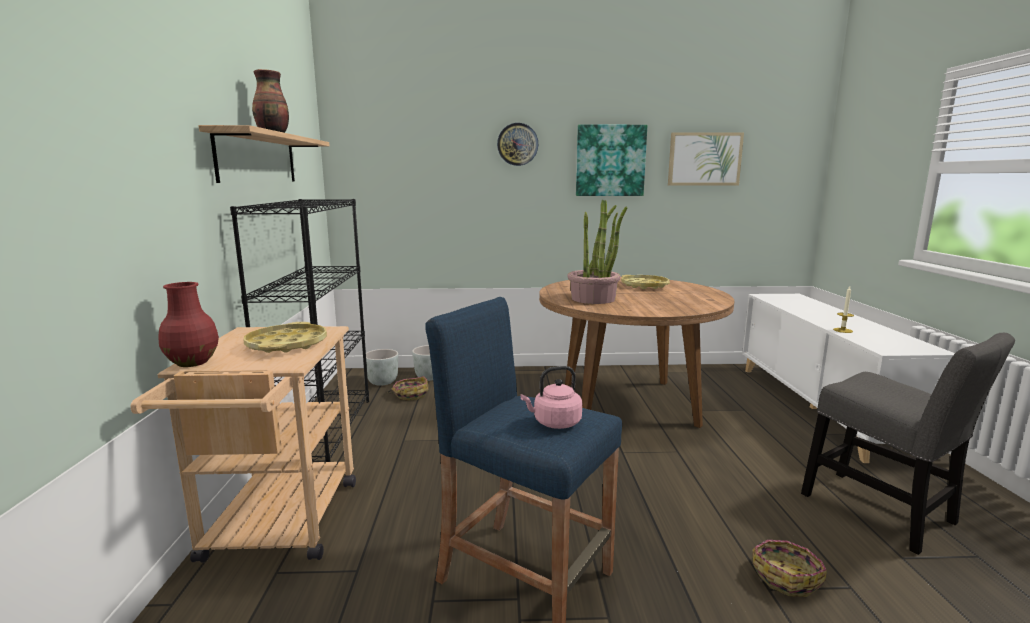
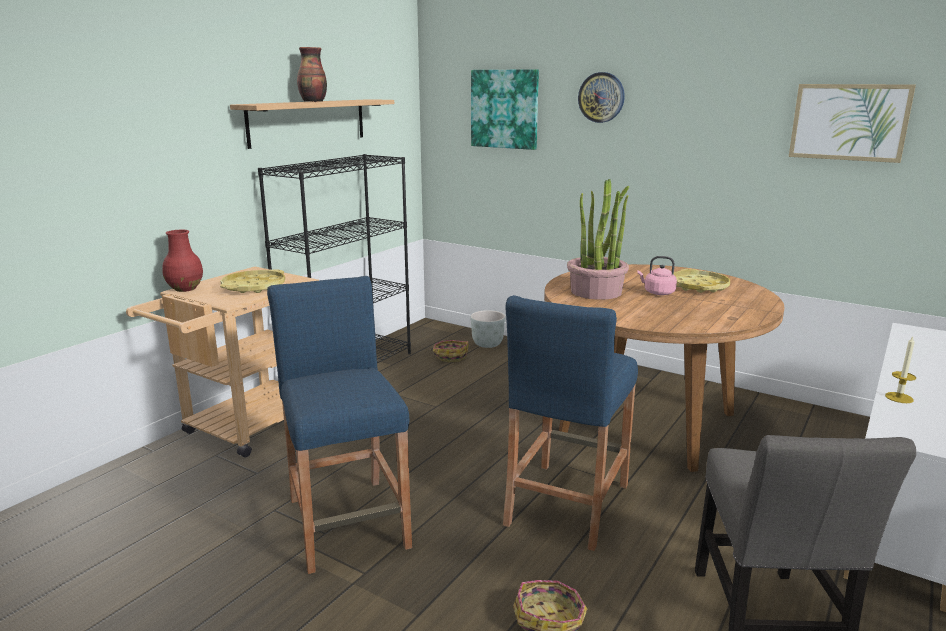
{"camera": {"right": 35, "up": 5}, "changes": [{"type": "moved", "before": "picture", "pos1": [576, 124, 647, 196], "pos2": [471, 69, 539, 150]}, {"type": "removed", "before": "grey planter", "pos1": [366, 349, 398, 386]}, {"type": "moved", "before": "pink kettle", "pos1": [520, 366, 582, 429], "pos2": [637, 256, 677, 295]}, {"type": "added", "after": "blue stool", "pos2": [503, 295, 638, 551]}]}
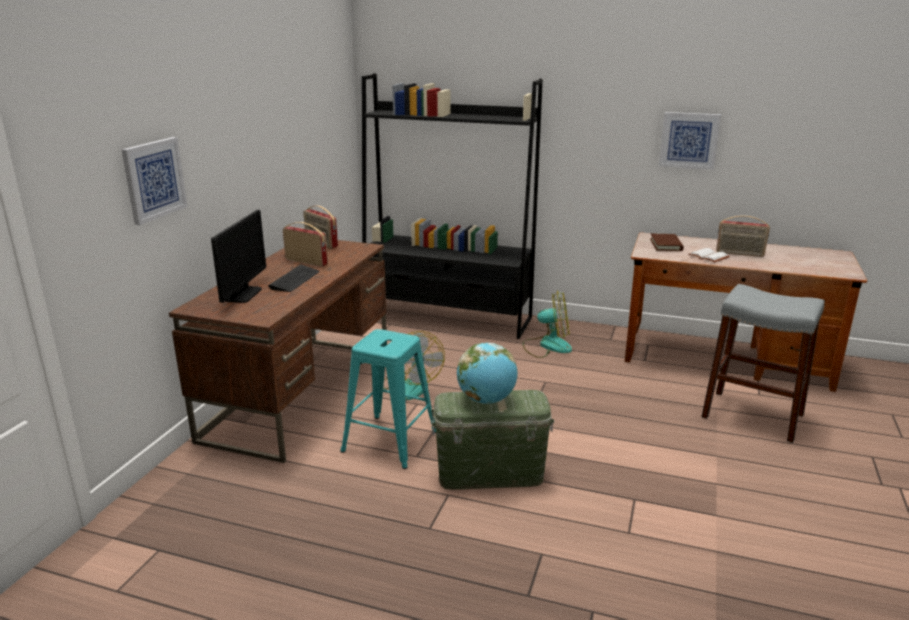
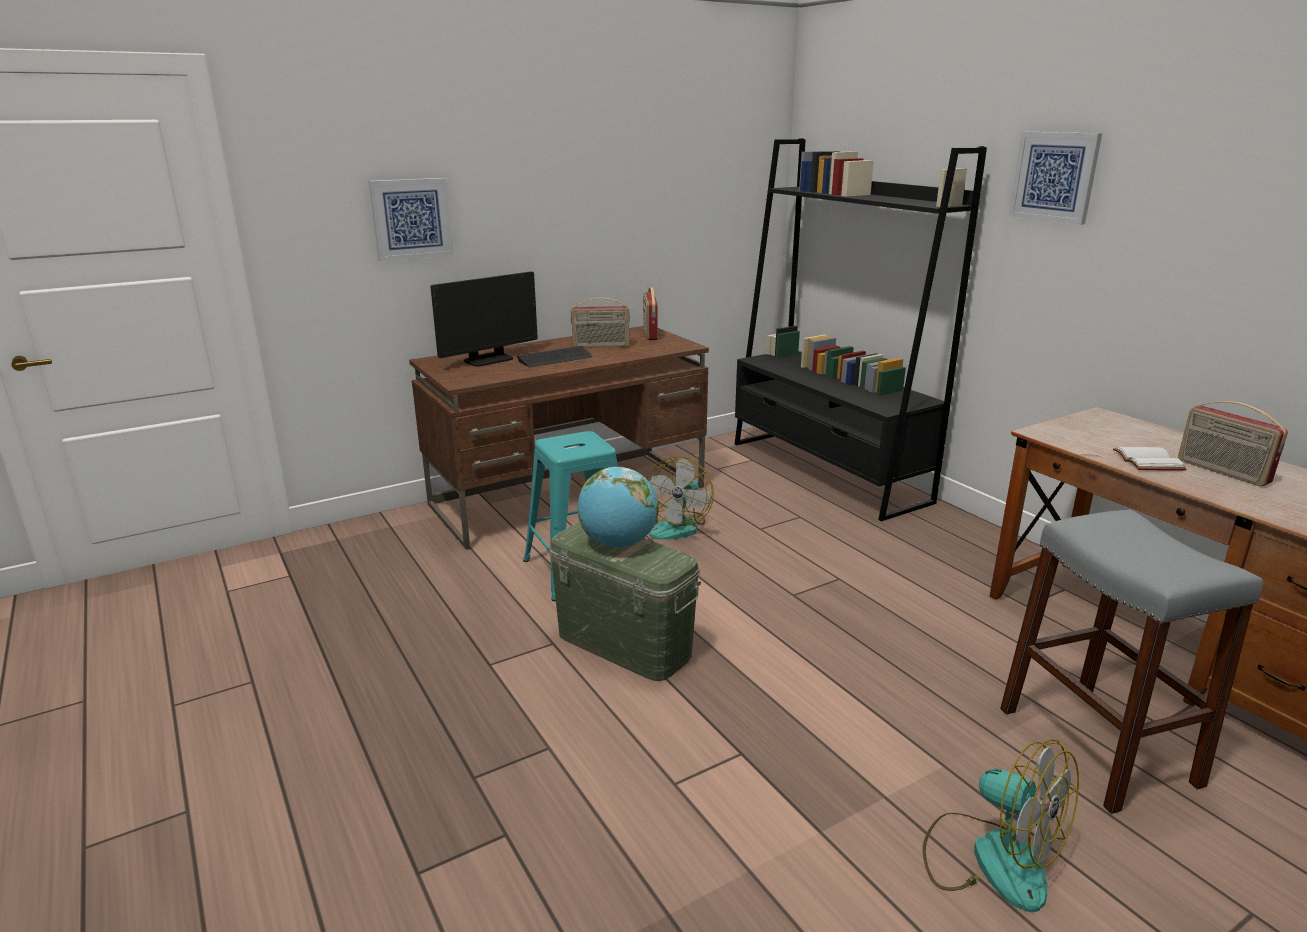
{"camera": {"right": 40, "up": 0}, "changes": [{"type": "moved", "before": "picture", "pos1": [659, 112, 721, 170], "pos2": [1009, 132, 1102, 225]}, {"type": "turned", "before": "radio", "pos1": [283, 222, 328, 267], "pos2": [571, 298, 630, 348], "turn": 105}, {"type": "removed", "before": "brown book", "pos1": [650, 234, 684, 251]}, {"type": "moved", "before": "fan", "pos1": [523, 290, 572, 358], "pos2": [922, 739, 1079, 912]}]}
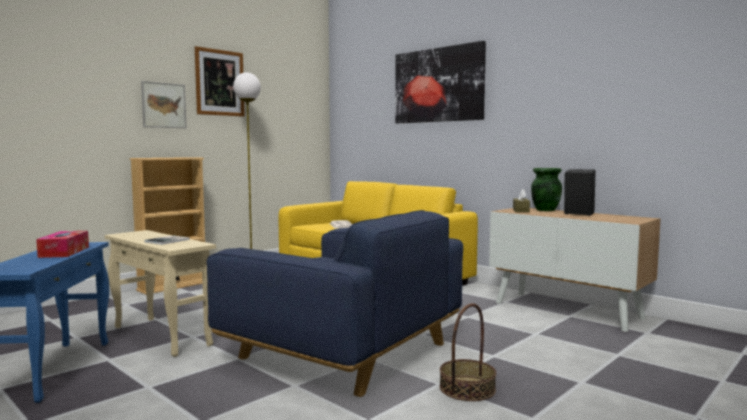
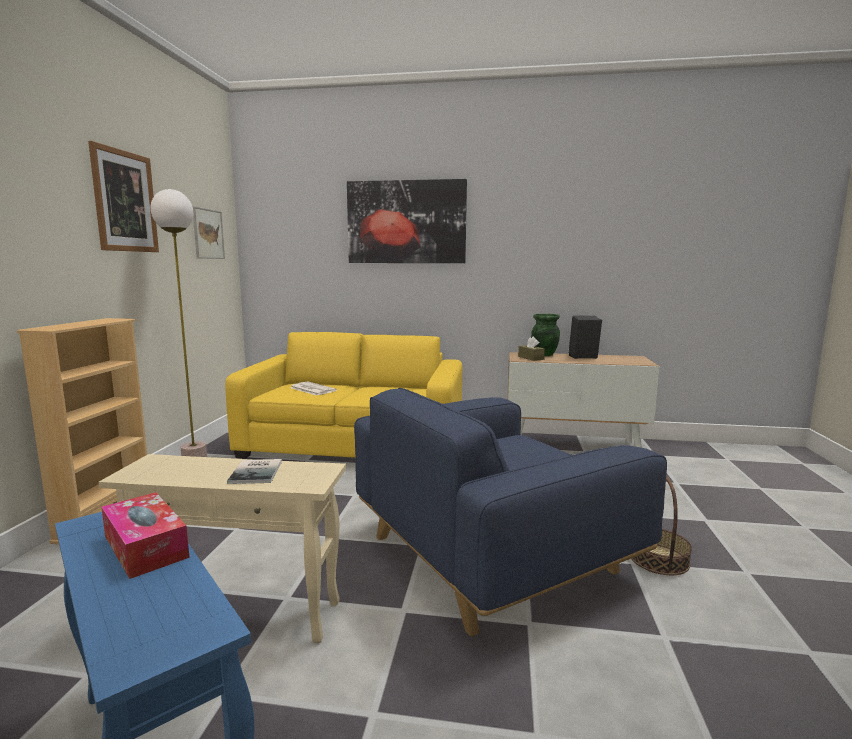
{"camera": {"right": -35, "up": 5}, "changes": [{"type": "moved", "before": "picture", "pos1": [141, 81, 187, 128], "pos2": [193, 206, 225, 259]}, {"type": "turned", "before": "blue armchair", "pos1": [207, 210, 463, 397], "pos2": [354, 388, 667, 636], "turn": 150}]}
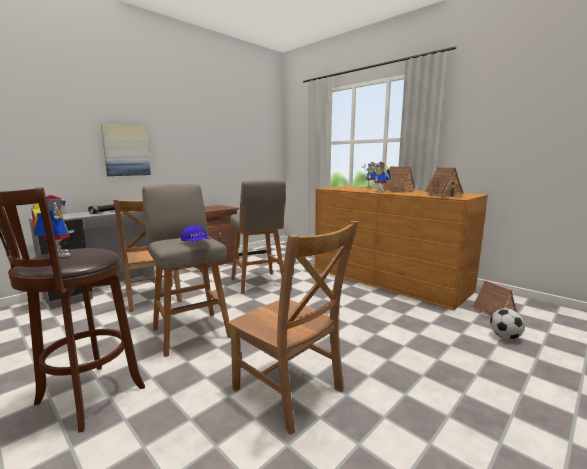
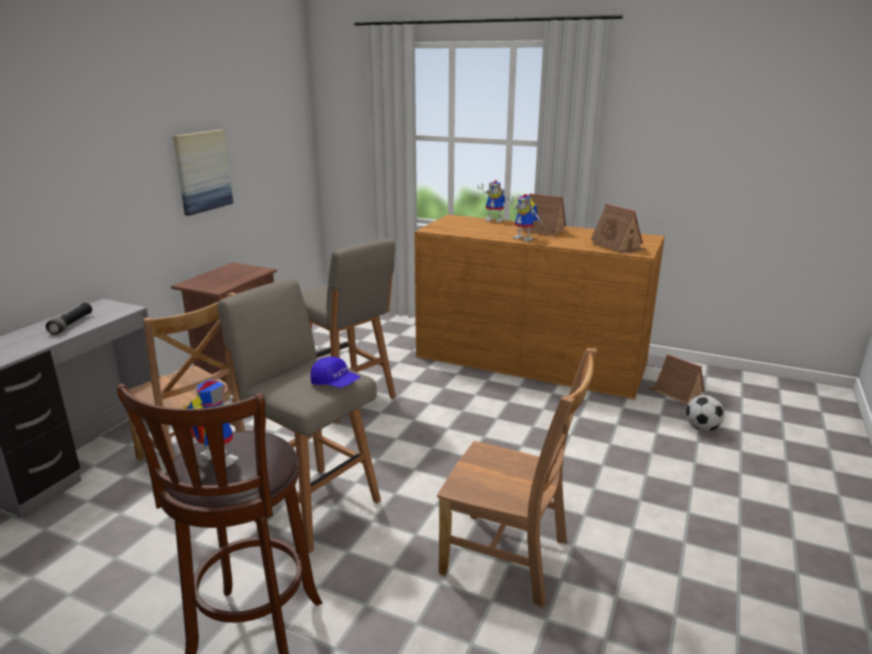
{"camera": {"right": -20, "up": 10}, "changes": [{"type": "moved", "before": "picture", "pos1": [101, 124, 151, 176], "pos2": [173, 130, 233, 216]}]}
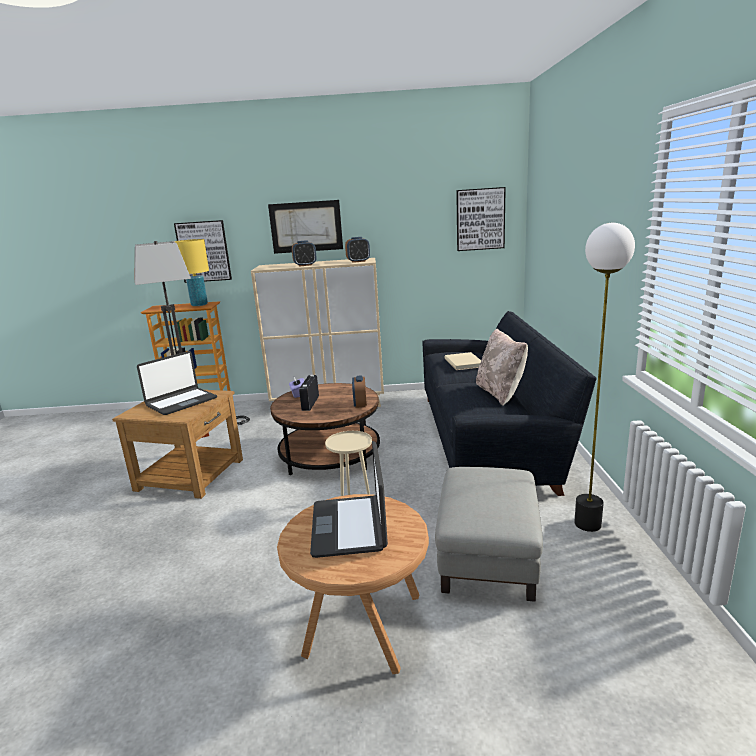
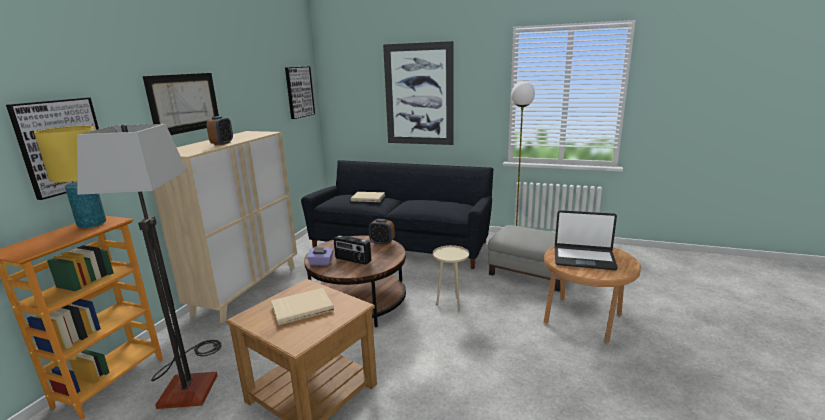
{"camera": {"right": -70, "up": 0}, "changes": [{"type": "removed", "before": "alarm clock", "pos1": [345, 237, 370, 263]}, {"type": "removed", "before": "beige pillow", "pos1": [476, 329, 528, 406]}, {"type": "replaced", "before": "laptop", "after": "beige book", "pos1": [137, 351, 217, 415], "pos2": [271, 288, 334, 326]}, {"type": "added", "after": "picture", "pos2": [383, 41, 454, 145]}]}
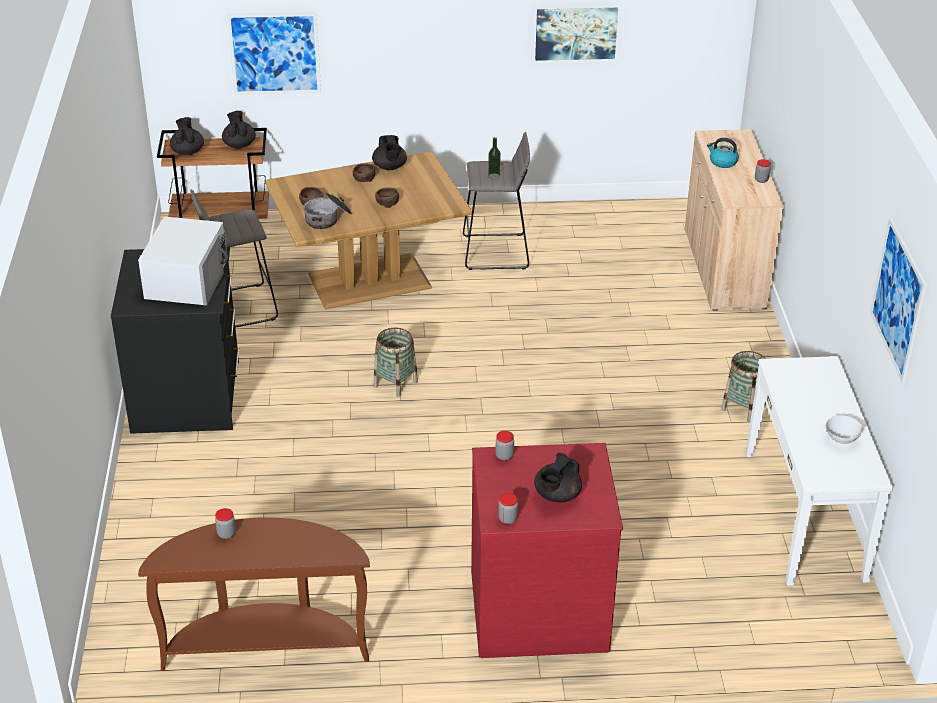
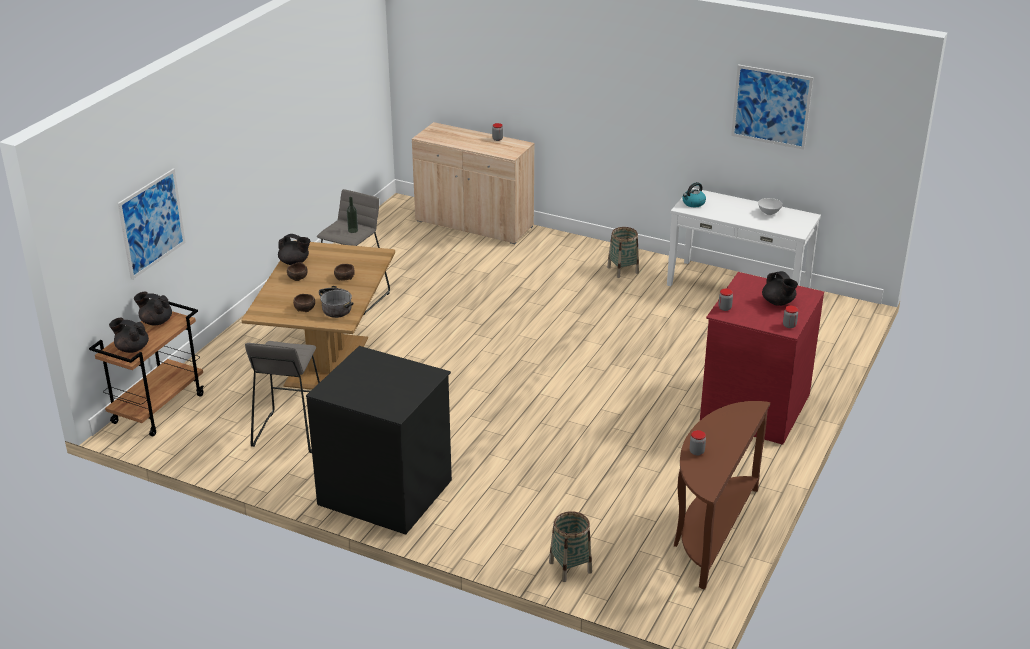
{"camera": {"right": -60, "up": -5}, "changes": [{"type": "removed", "before": "picture", "pos1": [535, 8, 618, 61]}, {"type": "moved", "before": "kettle", "pos1": [707, 138, 739, 168], "pos2": [682, 182, 706, 207]}, {"type": "removed", "before": "white microwave", "pos1": [138, 216, 228, 306]}, {"type": "moved", "before": "basket", "pos1": [374, 328, 418, 398], "pos2": [549, 511, 592, 582]}]}
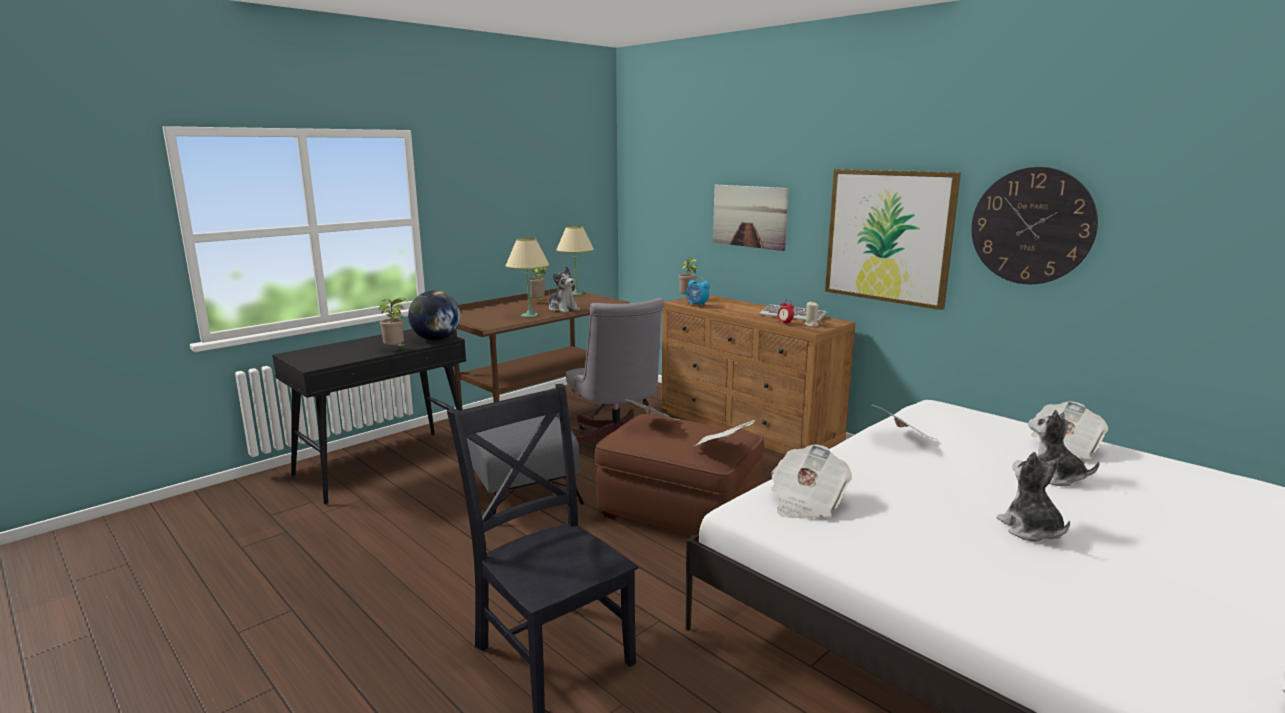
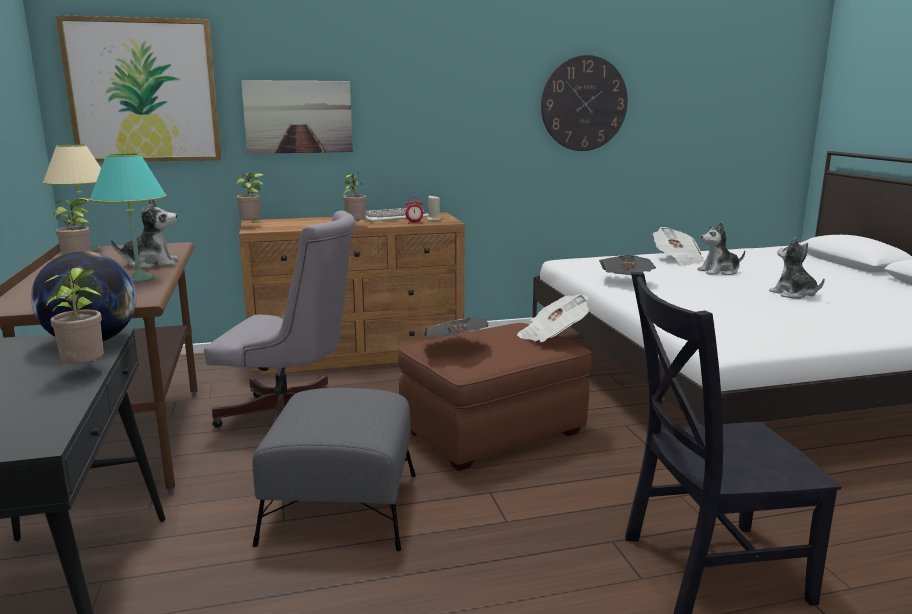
{"camera": {"right": -60, "up": 0}, "changes": [{"type": "moved", "before": "picture", "pos1": [825, 169, 961, 310], "pos2": [56, 15, 222, 163]}, {"type": "recoloured", "before": "beige table lamp", "after": "turquoise table lamp", "pos1": [505, 238, 549, 317], "pos2": [90, 153, 167, 281]}, {"type": "removed", "before": "alarm clock", "pos1": [686, 276, 710, 307]}, {"type": "removed", "before": "newspaper", "pos1": [771, 444, 852, 518]}, {"type": "turned", "before": "plush toy", "pos1": [997, 452, 1070, 542], "pos2": [769, 237, 825, 299], "turn": 45}, {"type": "added", "after": "potted plant", "pos2": [342, 173, 366, 221]}]}
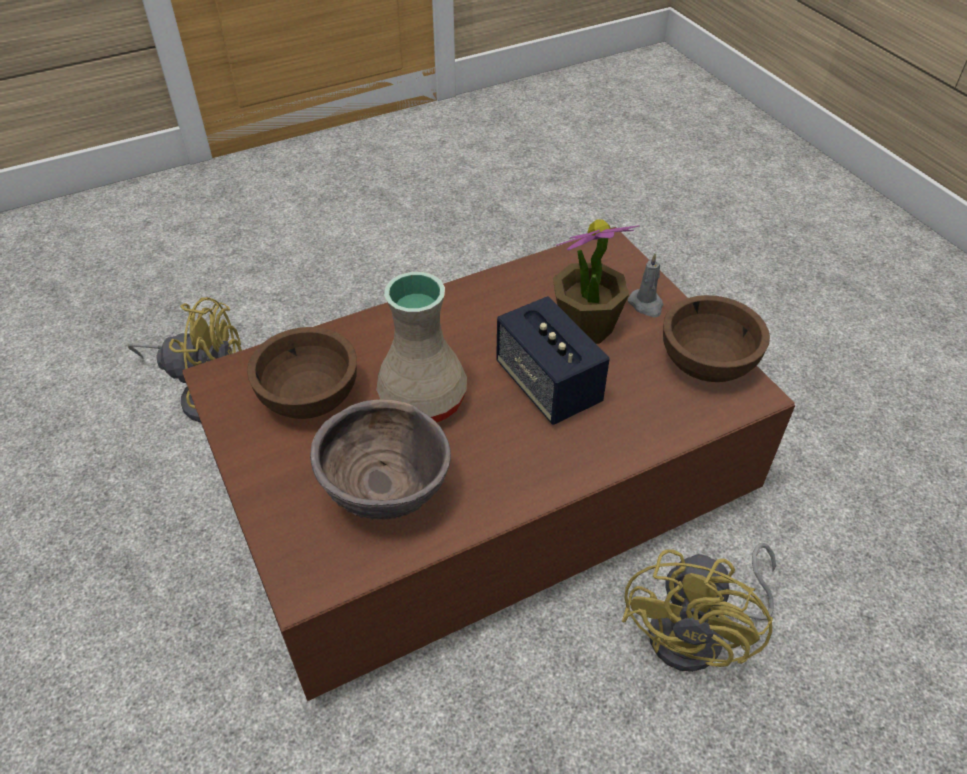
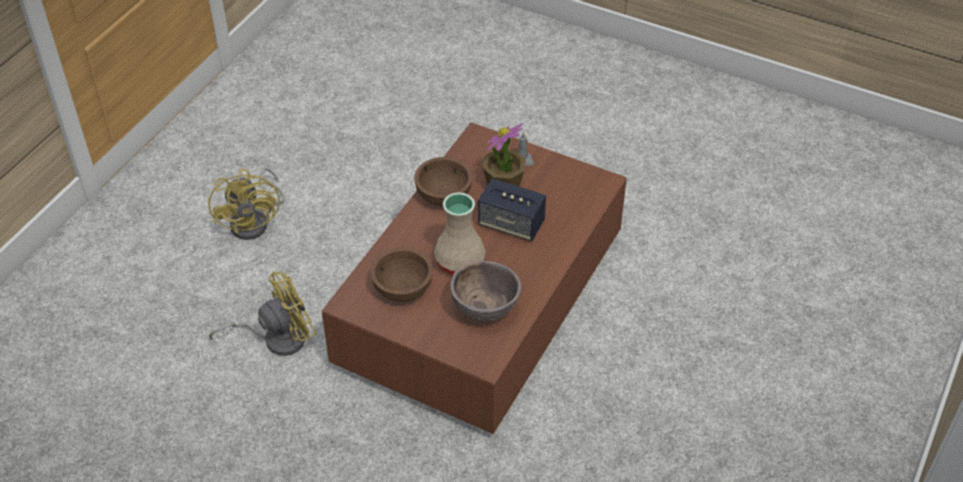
{"camera": {"right": -35, "up": 0}, "changes": [{"type": "moved", "before": "brown bowl", "pos1": [663, 295, 770, 382], "pos2": [414, 157, 473, 206]}, {"type": "moved", "before": "yellow fan", "pos1": [622, 543, 776, 672], "pos2": [208, 168, 285, 240]}]}
